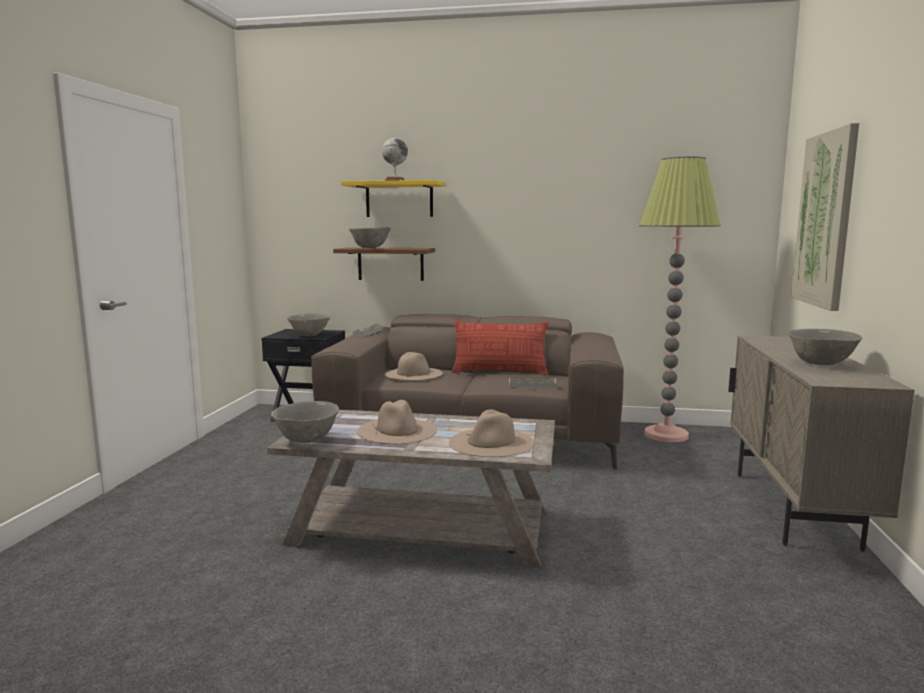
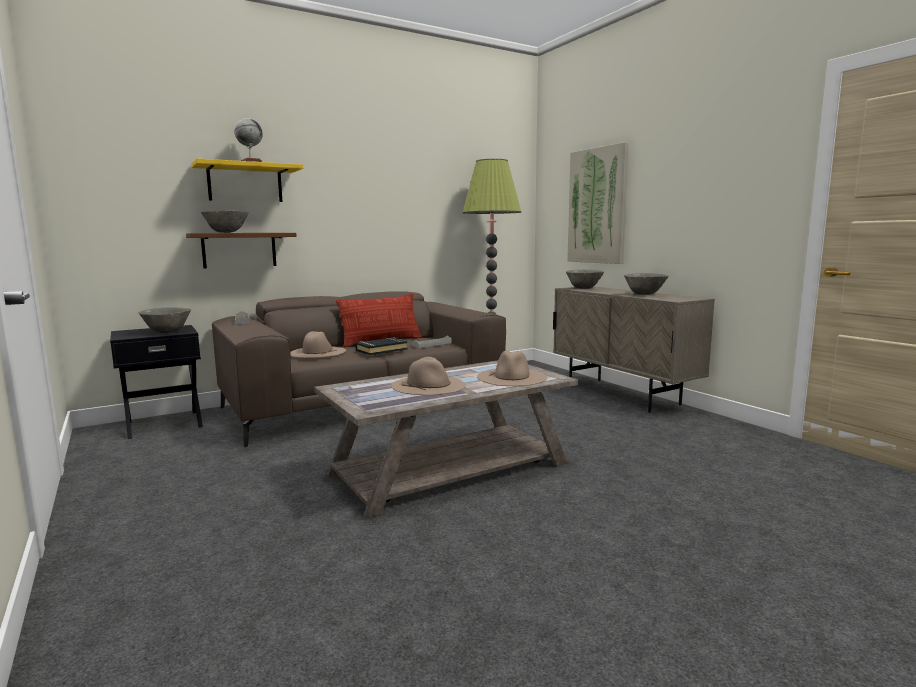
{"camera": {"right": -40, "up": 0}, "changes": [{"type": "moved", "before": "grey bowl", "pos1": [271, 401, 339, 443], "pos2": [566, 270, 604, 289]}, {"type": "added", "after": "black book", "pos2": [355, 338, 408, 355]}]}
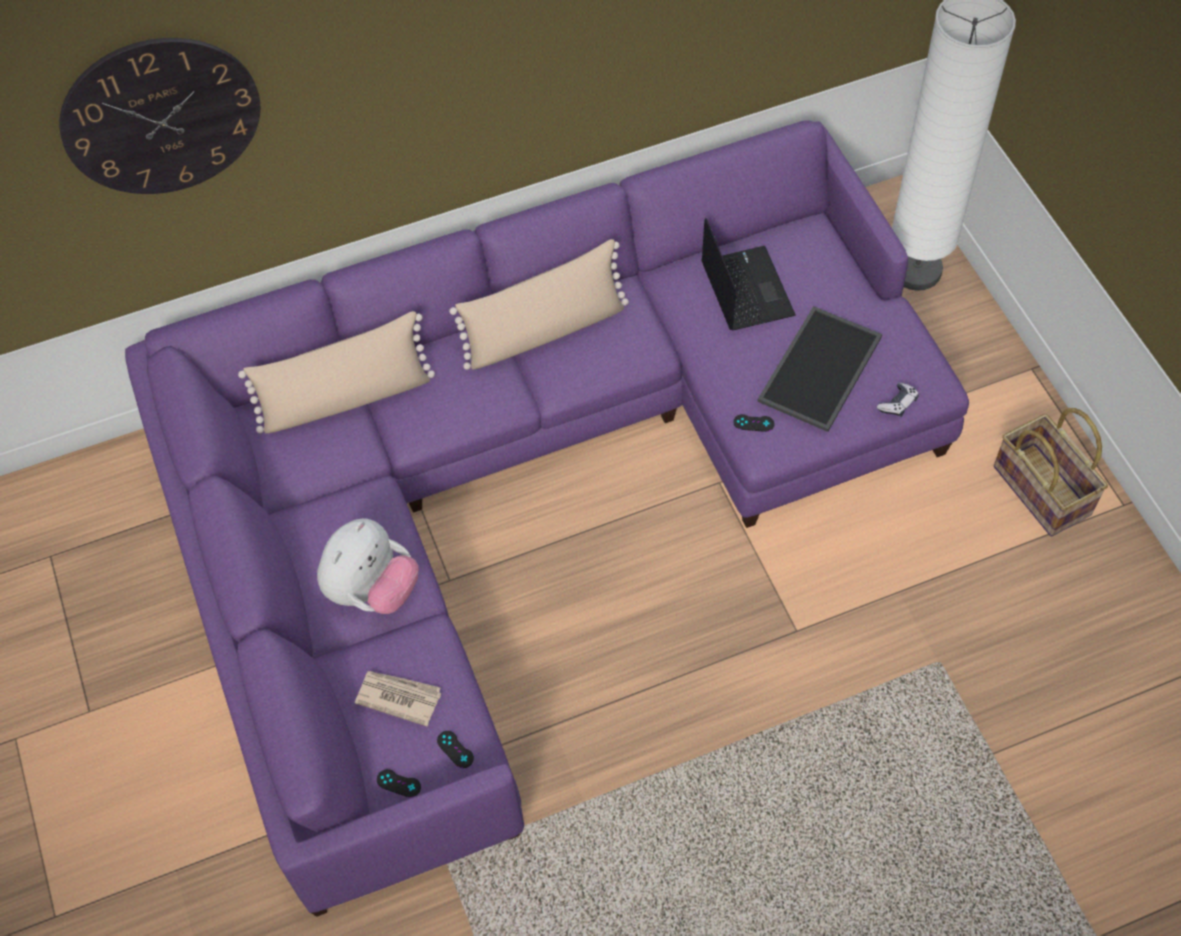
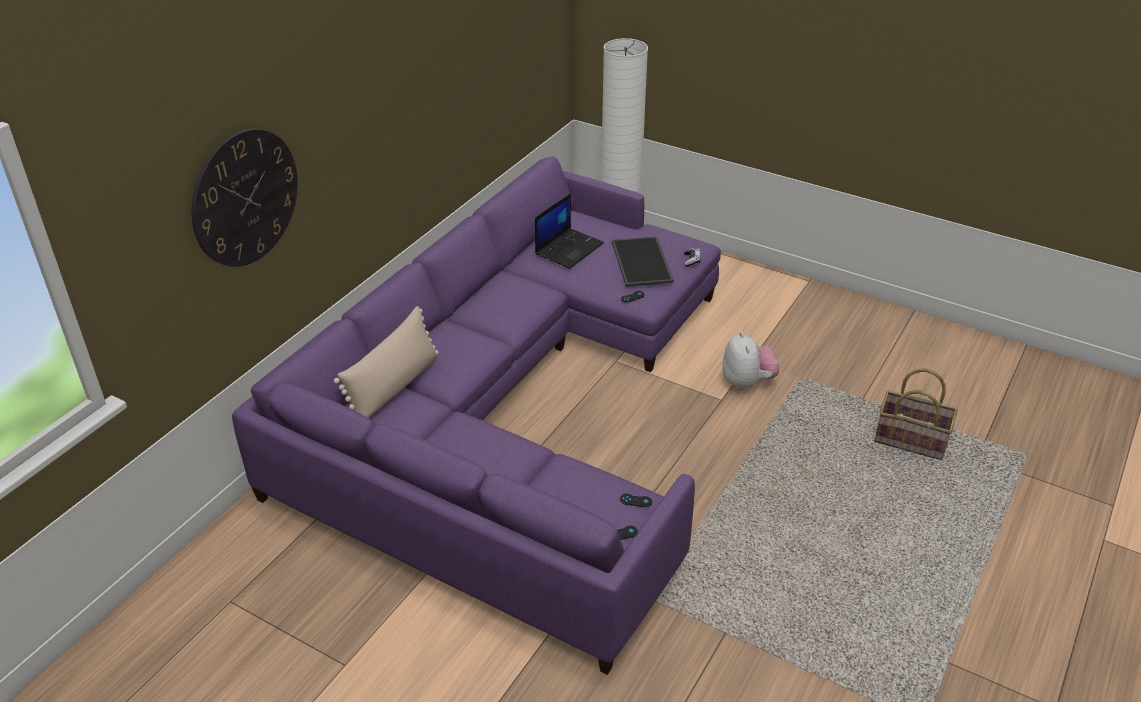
{"camera": {"right": -40, "up": -20}, "changes": [{"type": "turned", "before": "laptop", "pos1": [701, 218, 796, 331], "pos2": [535, 193, 604, 269], "turn": 90}, {"type": "removed", "before": "beige pillow", "pos1": [449, 239, 629, 370]}, {"type": "moved", "before": "basket", "pos1": [994, 408, 1108, 537], "pos2": [874, 369, 958, 460]}, {"type": "moved", "before": "plush toy", "pos1": [317, 518, 419, 614], "pos2": [722, 332, 779, 390]}, {"type": "removed", "before": "newspaper", "pos1": [355, 671, 441, 726]}]}
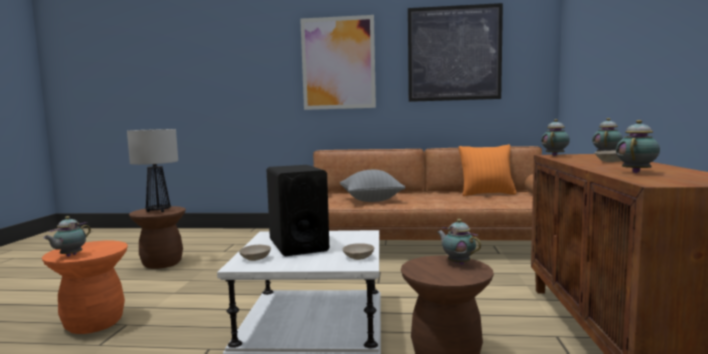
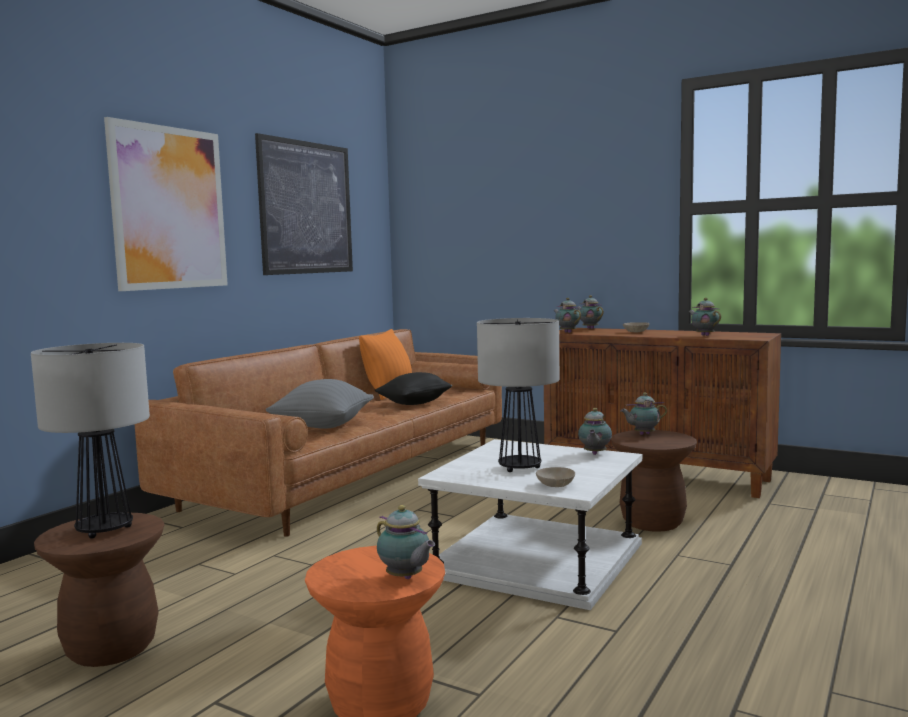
{"camera": {"right": -65, "up": 0}, "changes": [{"type": "replaced", "before": "black speaker", "after": "table lamp", "pos1": [267, 165, 329, 256], "pos2": [477, 318, 559, 472]}, {"type": "replaced", "before": "beige bowl", "after": "teapot", "pos1": [343, 243, 374, 260], "pos2": [578, 408, 612, 455]}, {"type": "added", "after": "black pillow", "pos2": [375, 372, 452, 405]}]}
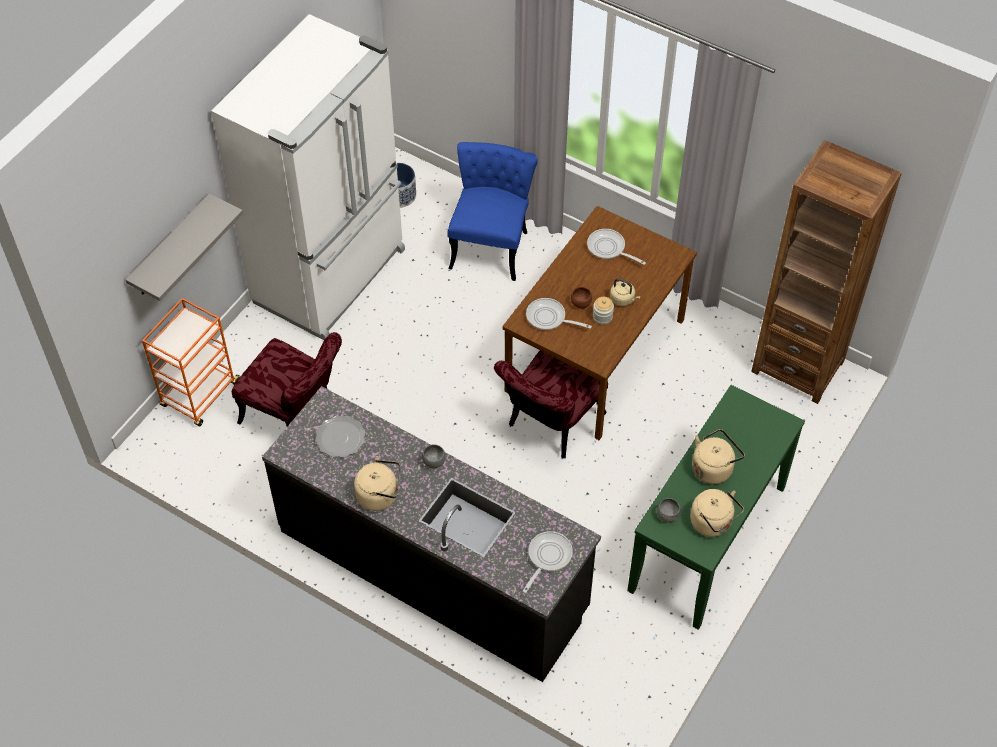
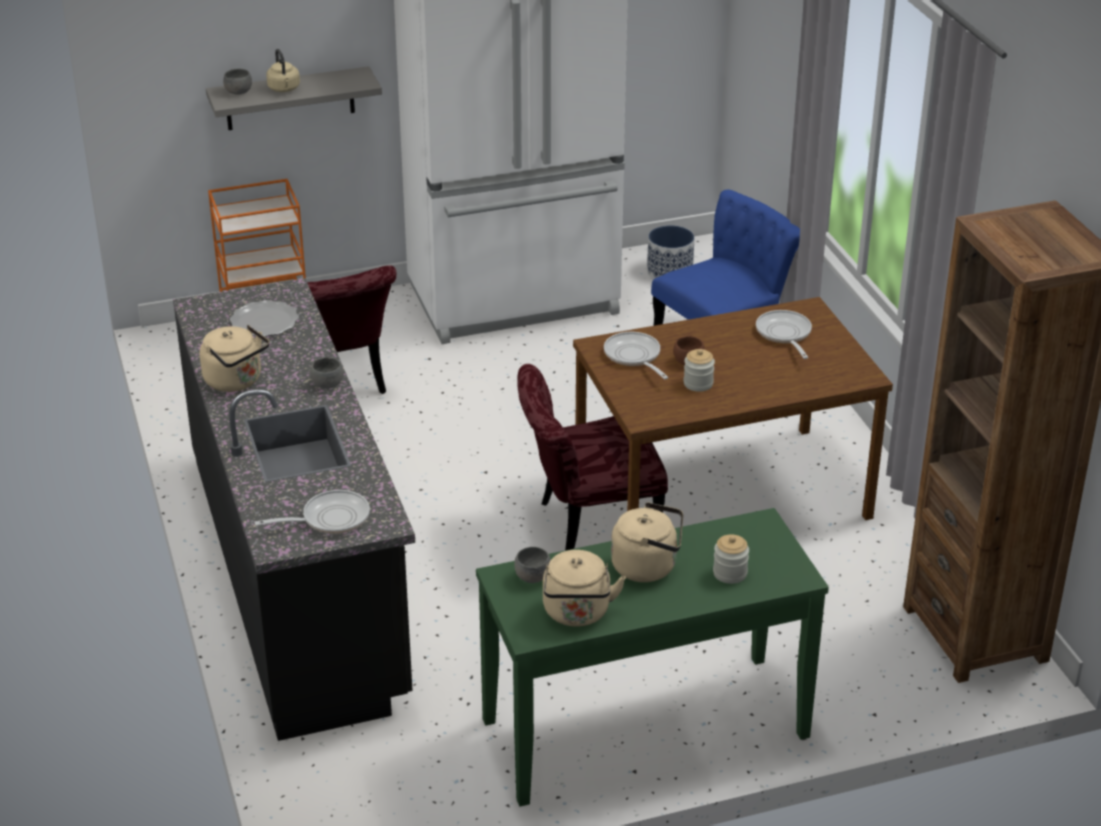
{"camera": {"right": 40, "up": -20}, "changes": [{"type": "moved", "before": "beige kettle", "pos1": [610, 278, 640, 306], "pos2": [266, 49, 300, 92]}, {"type": "added", "after": "grey bowl", "pos2": [223, 69, 252, 95]}, {"type": "added", "after": "jar", "pos2": [713, 534, 749, 584]}]}
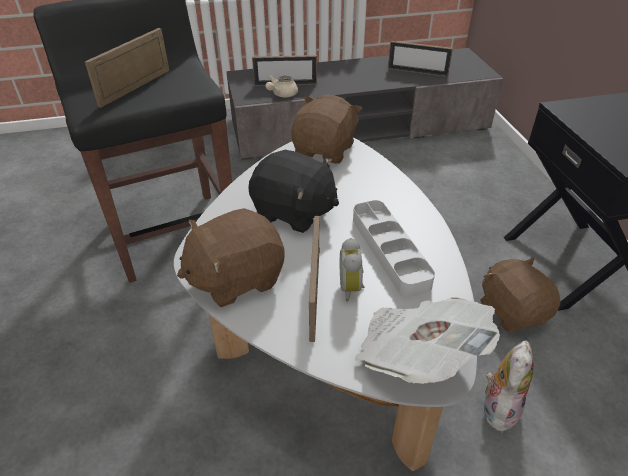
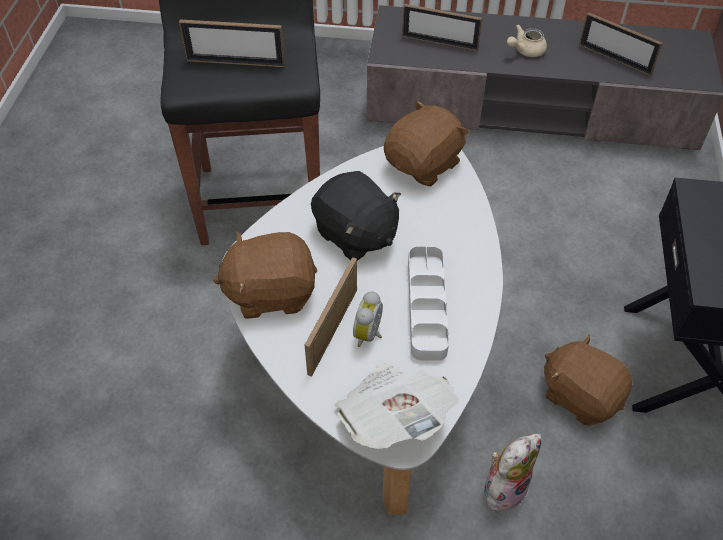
{"camera": {"right": 20, "up": 10}, "changes": [{"type": "turned", "before": "picture frame", "pos1": [85, 28, 170, 108], "pos2": [179, 19, 285, 67], "turn": -135}, {"type": "moved", "before": "beige teapot", "pos1": [265, 75, 298, 97], "pos2": [507, 24, 547, 57]}, {"type": "turned", "before": "brown plush toy", "pos1": [480, 258, 560, 331], "pos2": [544, 334, 633, 426], "turn": -45}]}
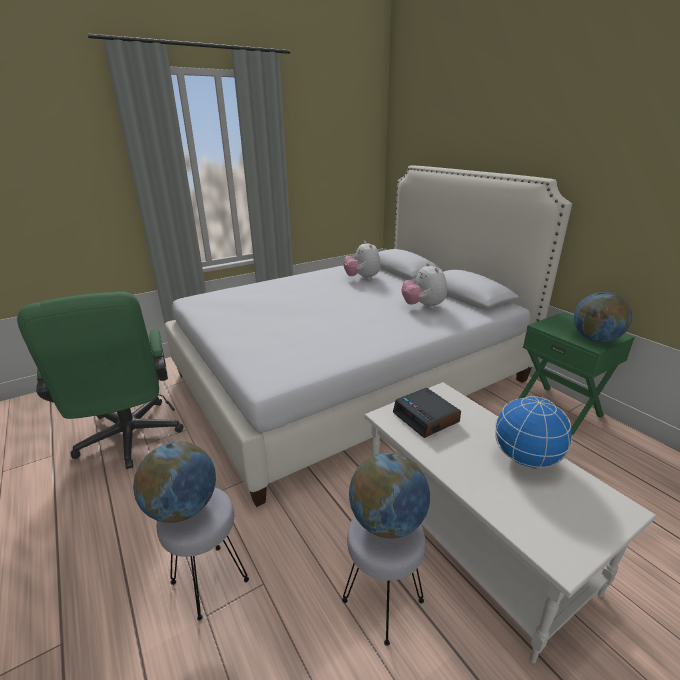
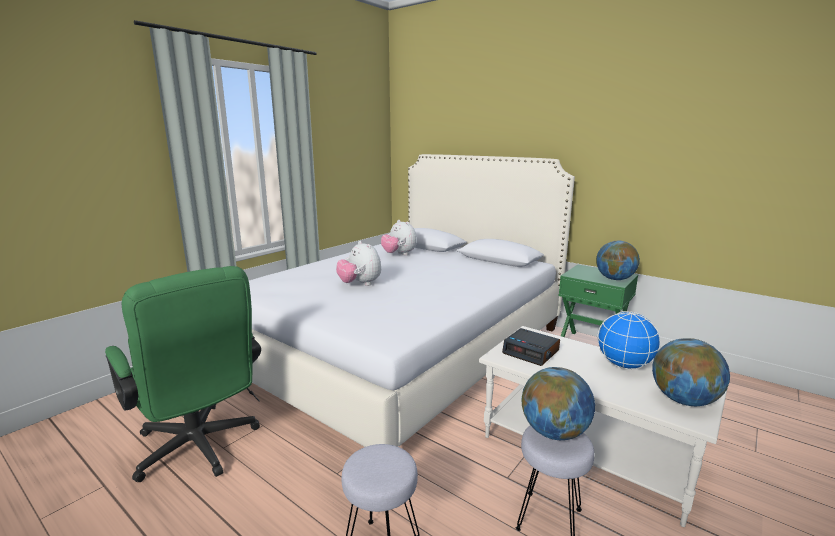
{"camera": {"right": -20, "up": -10}, "changes": [{"type": "moved", "before": "plush toy", "pos1": [402, 263, 447, 309], "pos2": [336, 241, 381, 286]}, {"type": "moved", "before": "globe", "pos1": [133, 442, 216, 523], "pos2": [652, 338, 730, 406]}]}
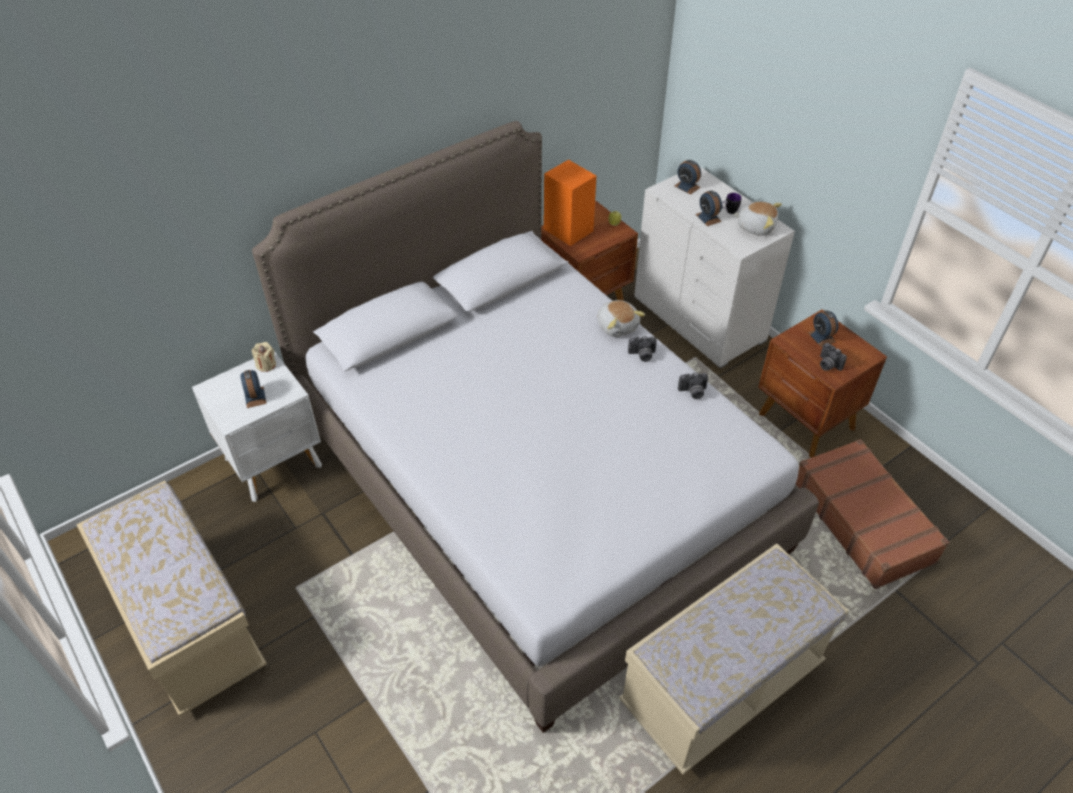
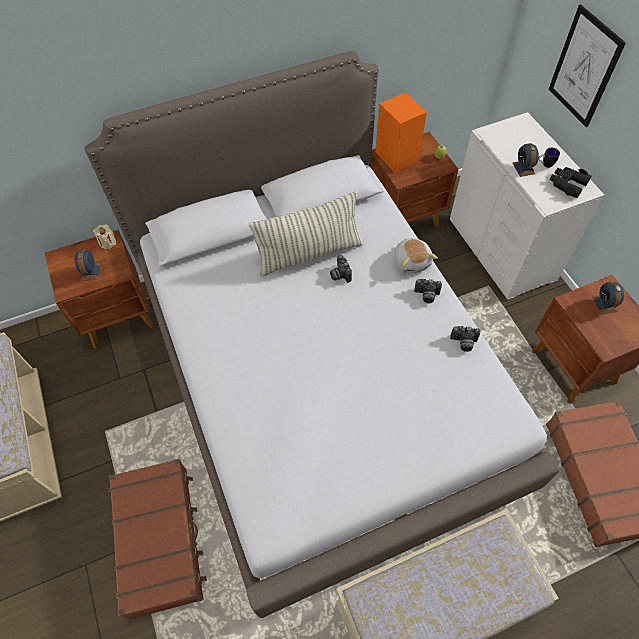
{"camera": {"right": 15, "up": 10}, "changes": [{"type": "removed", "before": "alarm clock", "pos1": [675, 160, 701, 195]}, {"type": "replaced", "before": "plush toy", "after": "black binoculars", "pos1": [733, 202, 782, 236], "pos2": [550, 167, 592, 198]}, {"type": "moved", "before": "photo camera", "pos1": [820, 343, 847, 371], "pos2": [330, 255, 352, 283]}, {"type": "recoloured", "before": "white nightstand", "after": "brown nightstand", "pos1": [192, 351, 322, 502], "pos2": [45, 230, 155, 349]}, {"type": "added", "after": "picture", "pos2": [549, 4, 626, 127]}, {"type": "added", "after": "pillow", "pos2": [249, 191, 363, 276]}, {"type": "added", "after": "brown suitcase", "pos2": [109, 459, 207, 620]}]}
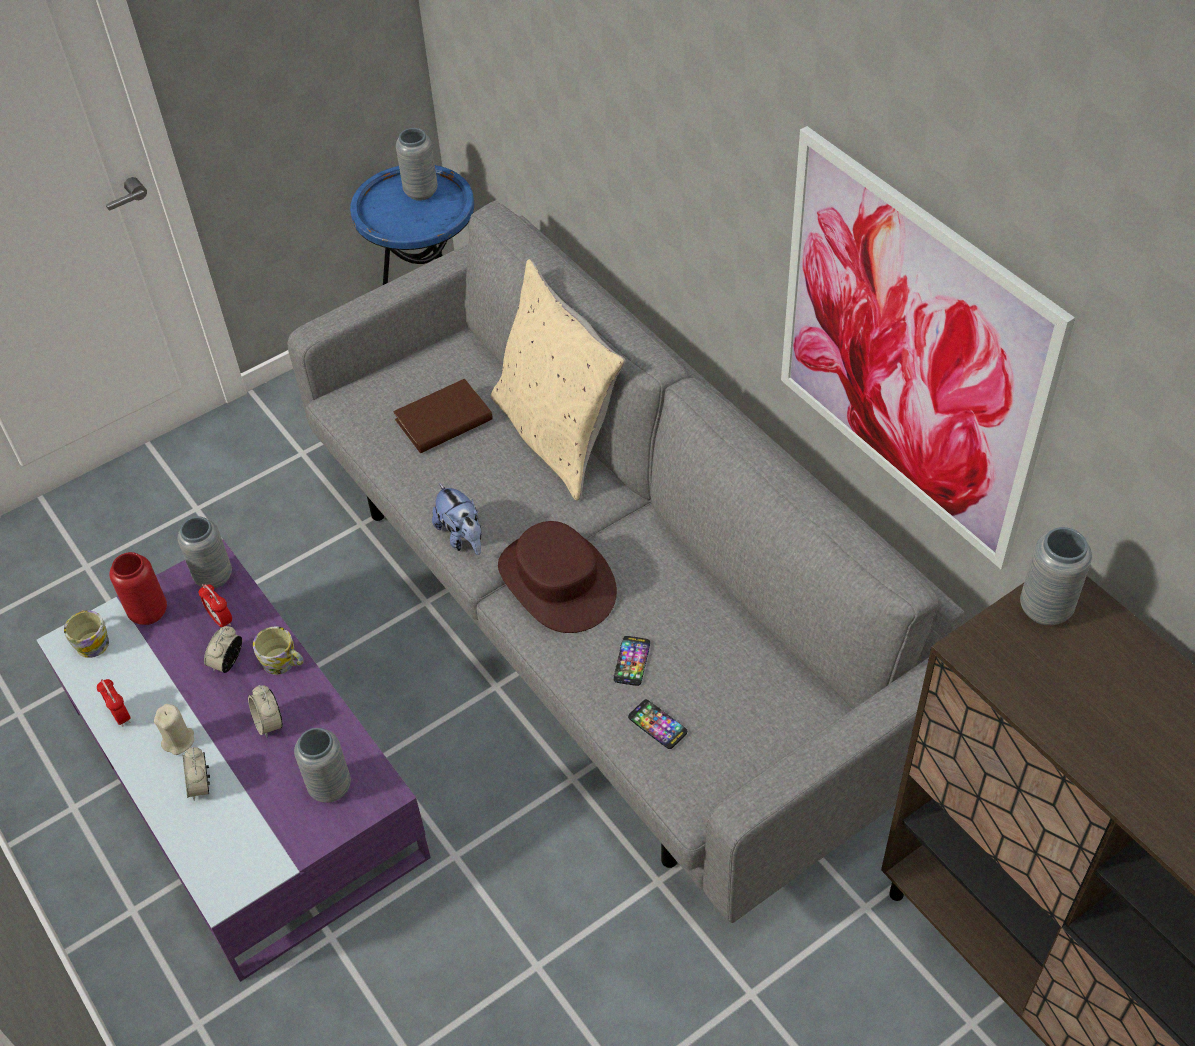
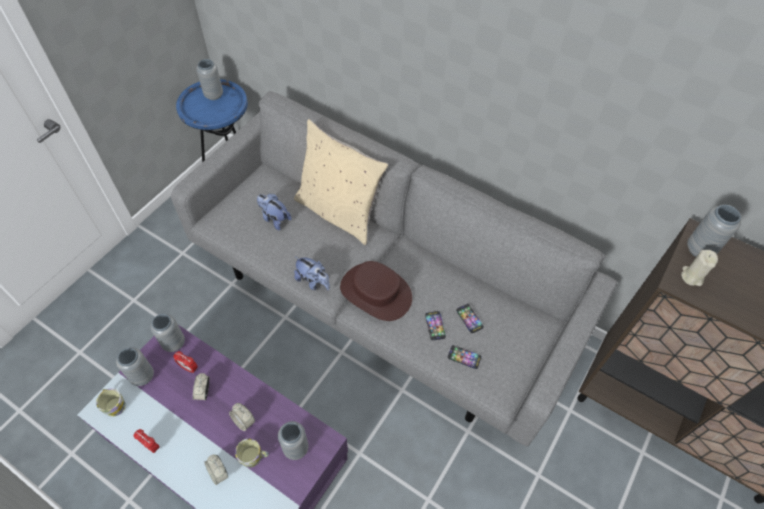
{"camera": {"right": -25, "up": 5}, "changes": [{"type": "removed", "before": "picture", "pos1": [781, 126, 1075, 570]}, {"type": "replaced", "before": "brown book", "after": "plush toy", "pos1": [393, 379, 493, 453], "pos2": [257, 193, 292, 230]}, {"type": "recoloured", "before": "red vase", "after": "grey vase", "pos1": [109, 552, 167, 625], "pos2": [116, 348, 154, 386]}, {"type": "moved", "before": "mug", "pos1": [253, 627, 304, 675], "pos2": [235, 439, 269, 468]}, {"type": "moved", "before": "beige candle", "pos1": [154, 704, 194, 755], "pos2": [681, 250, 718, 286]}, {"type": "added", "after": "phone", "pos2": [456, 304, 484, 333]}]}
